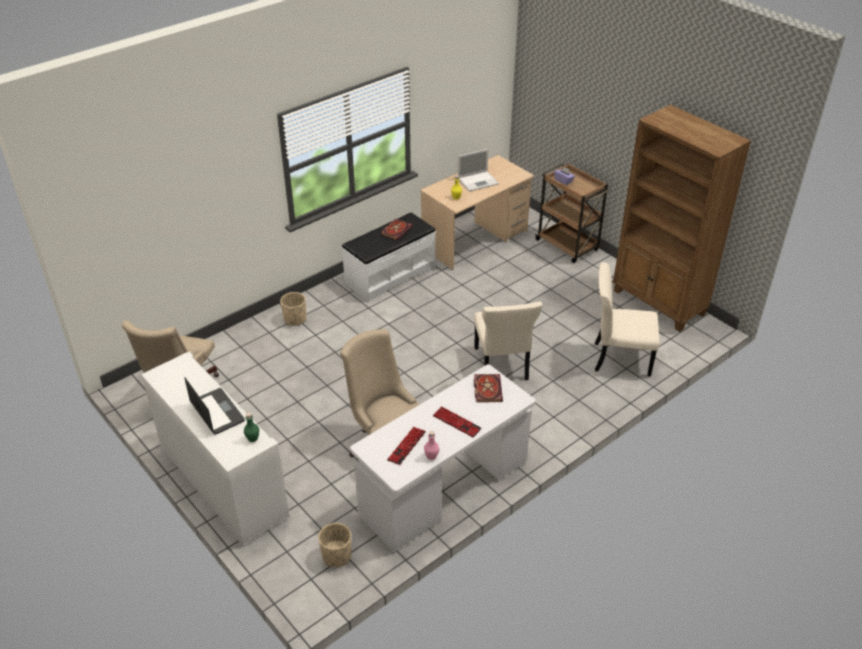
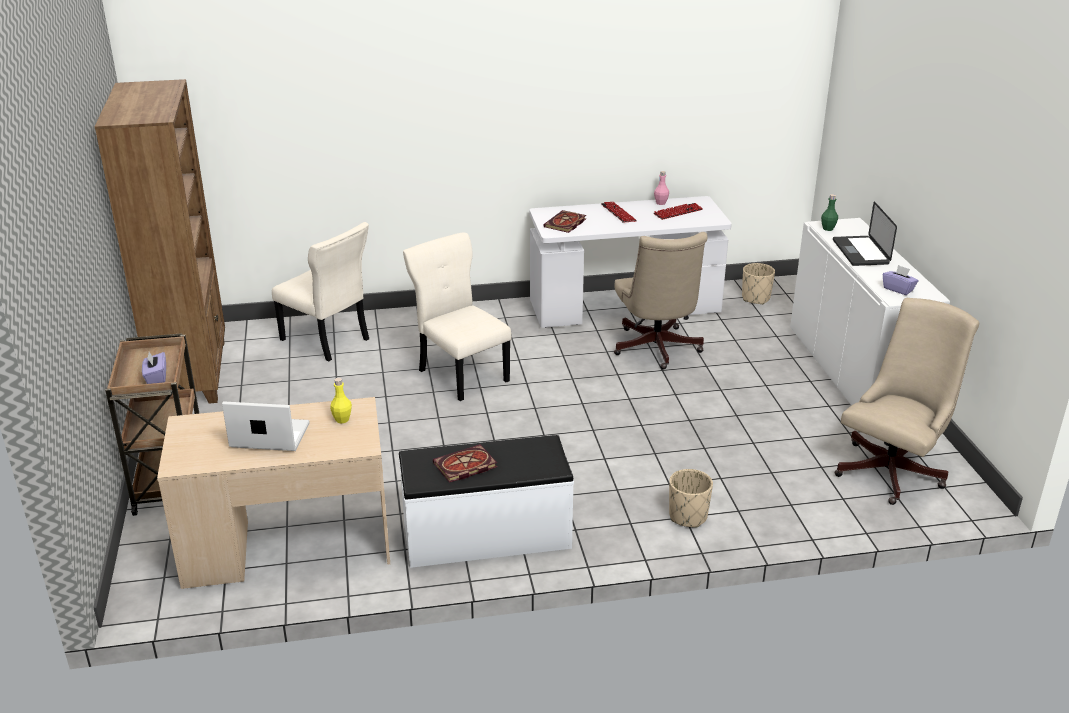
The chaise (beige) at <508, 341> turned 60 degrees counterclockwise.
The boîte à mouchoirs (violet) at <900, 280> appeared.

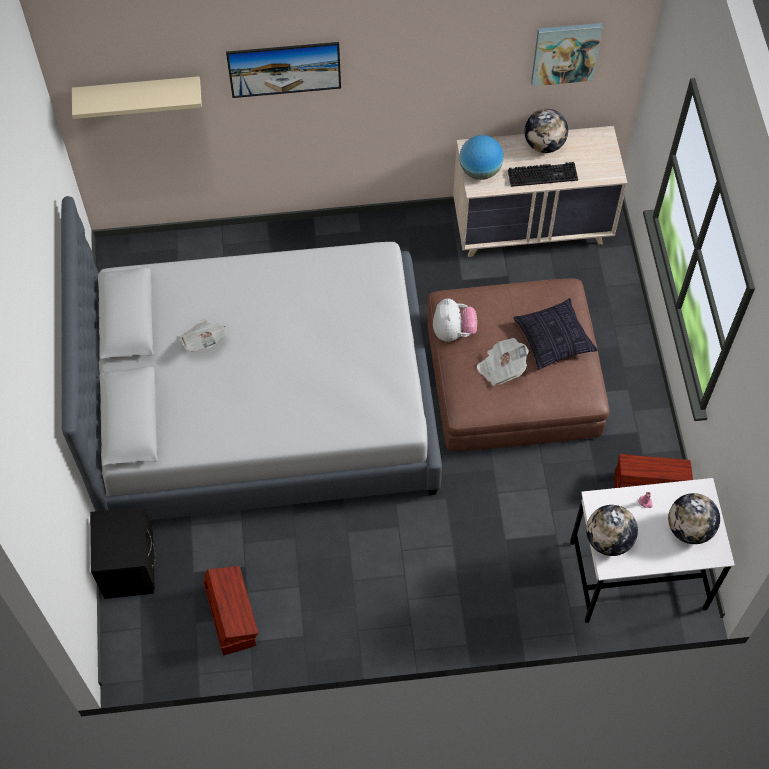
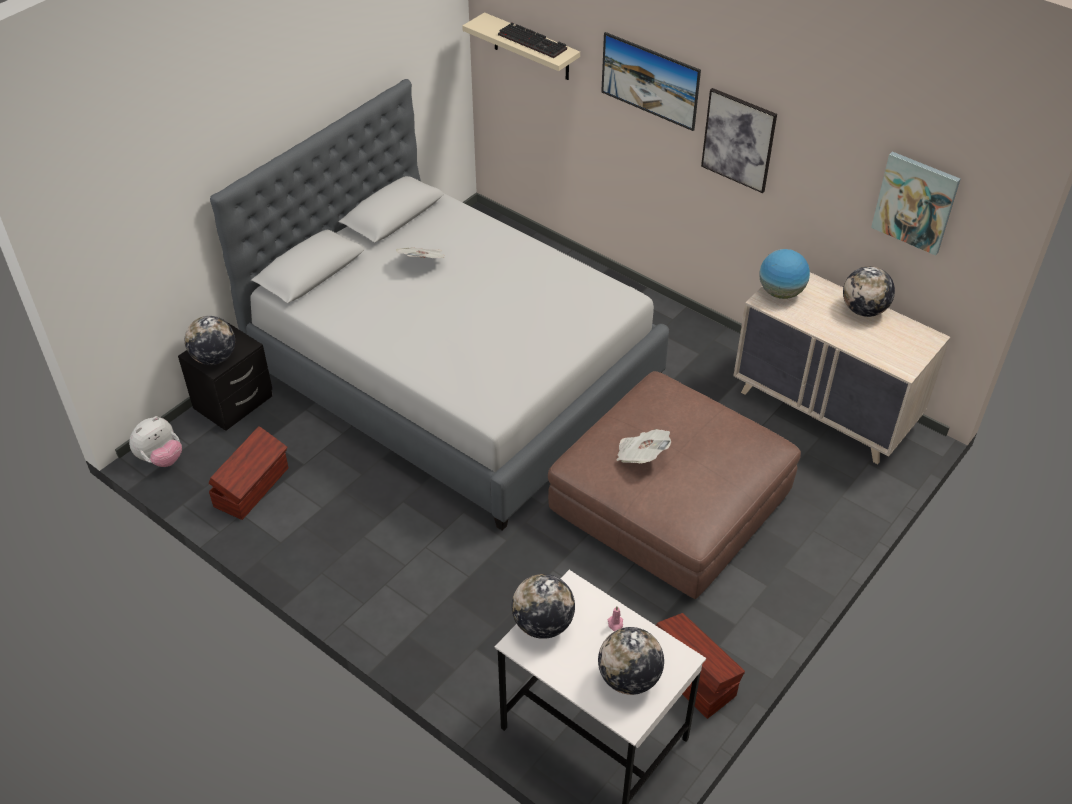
The peluche moved from <455, 320> to <155, 441>.
The globe at <210, 340> appeared.
The clavier moved from <543, 174> to <532, 40>.
The tableau at <739, 140> appeared.
The coussin at <555, 334> disappeared.

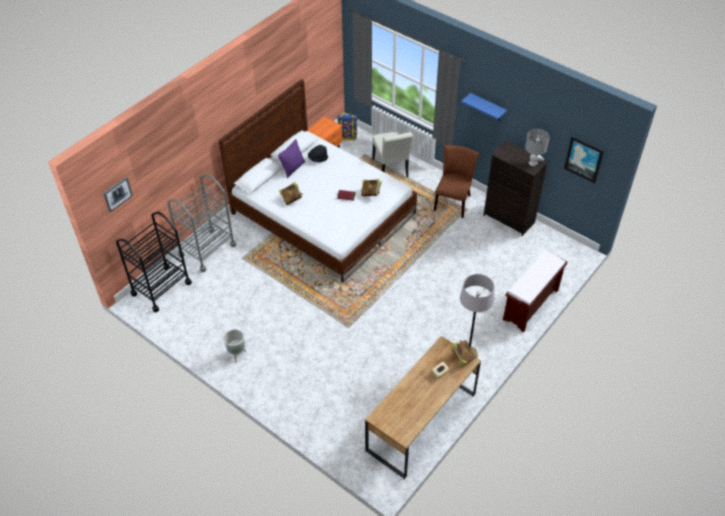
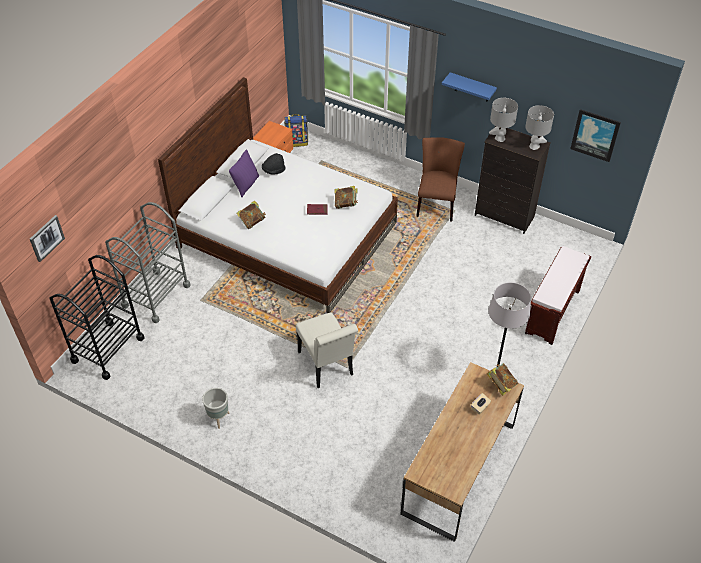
The chaise (blanc) moved from <392, 154> to <327, 350>.
The lampe de table (gris) at <503, 120> appeared.

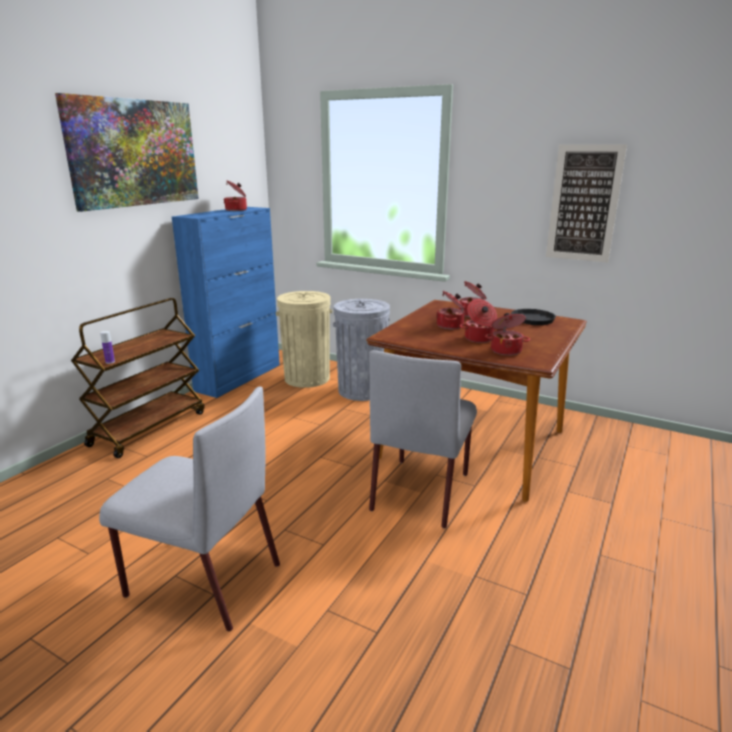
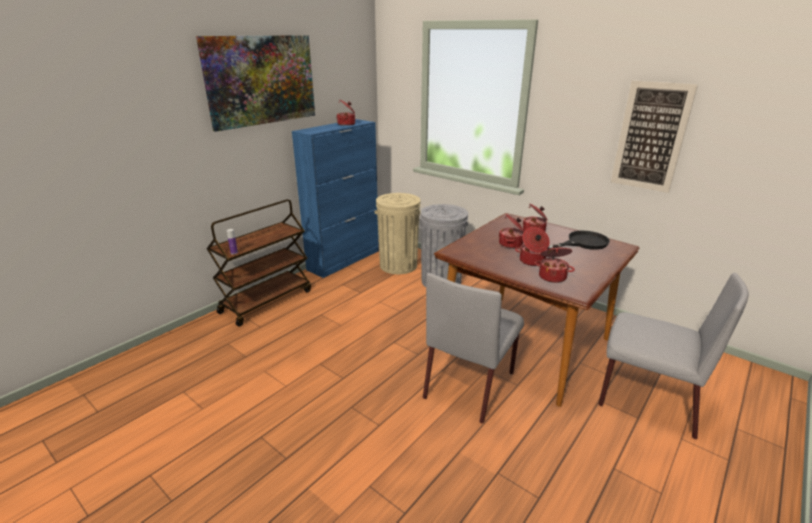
The chaise (gris) moved from <189, 509> to <674, 356>.

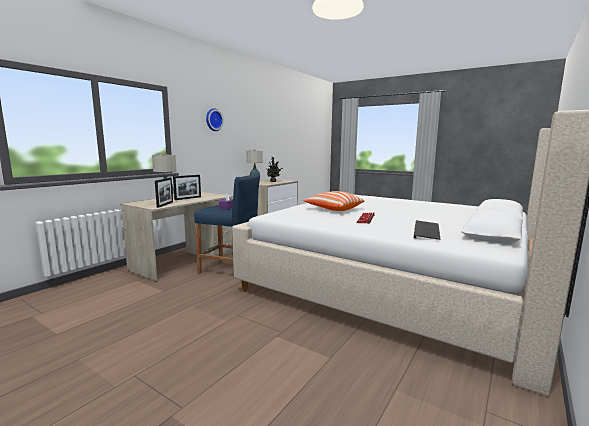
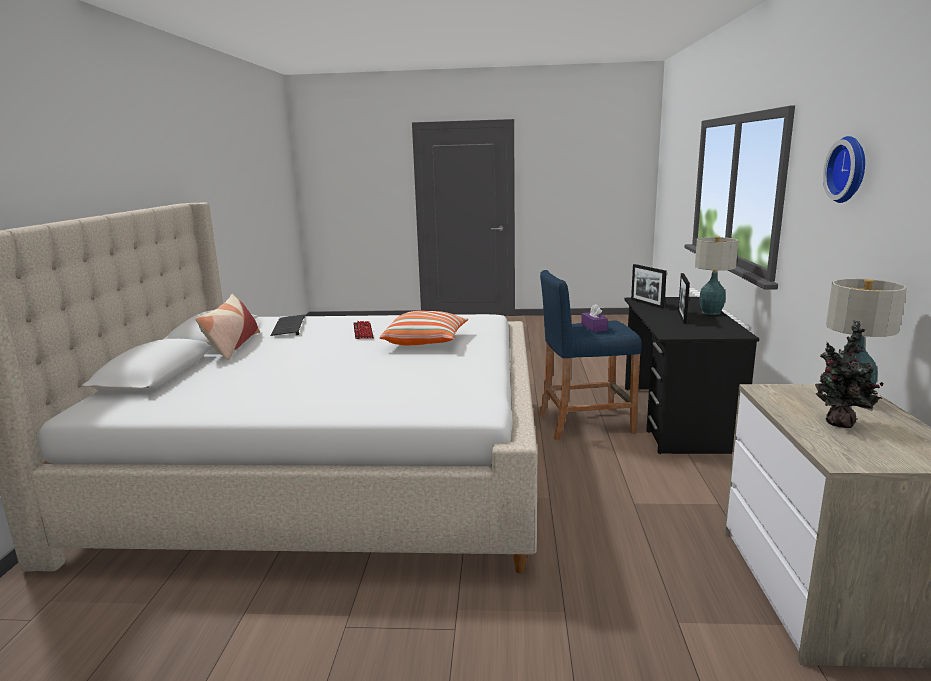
The coussin at <227, 327> appeared.
The bureau (beige) at <176, 236> became the bureau (noir) at <692, 375>.

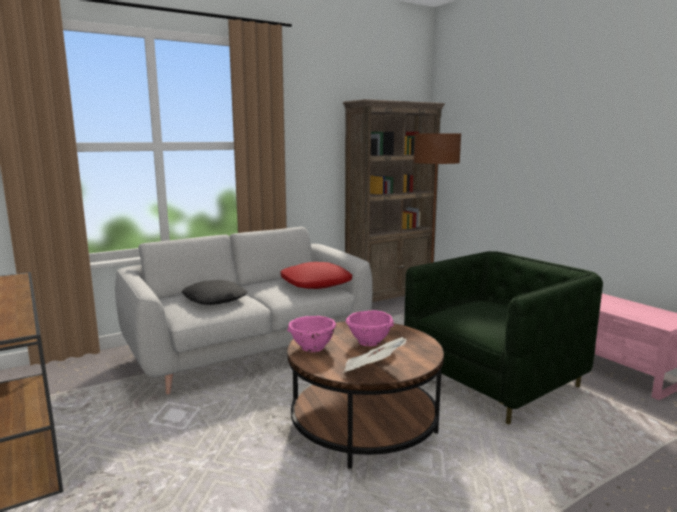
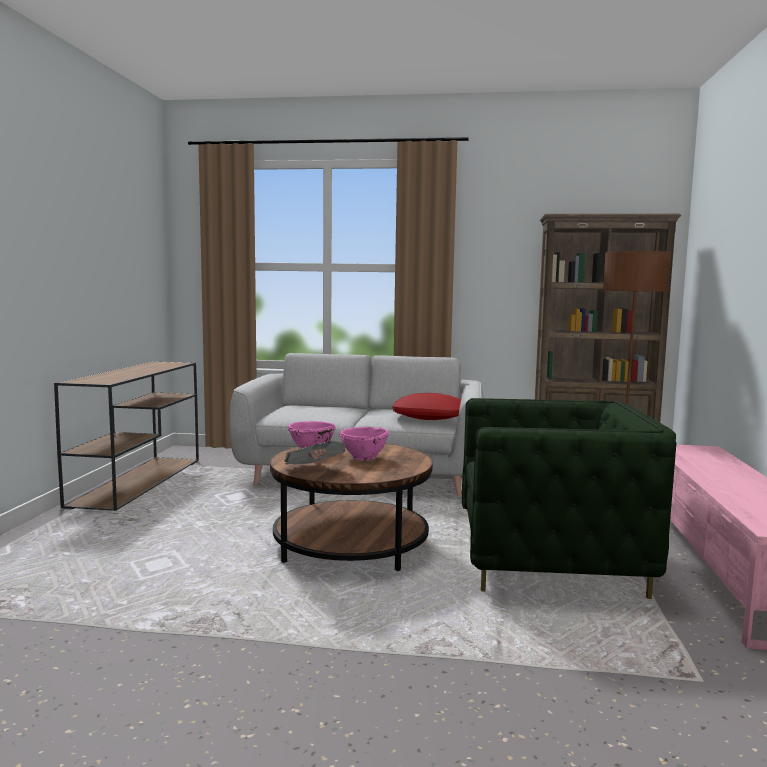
The coussin (noir) at <214, 292> disappeared.

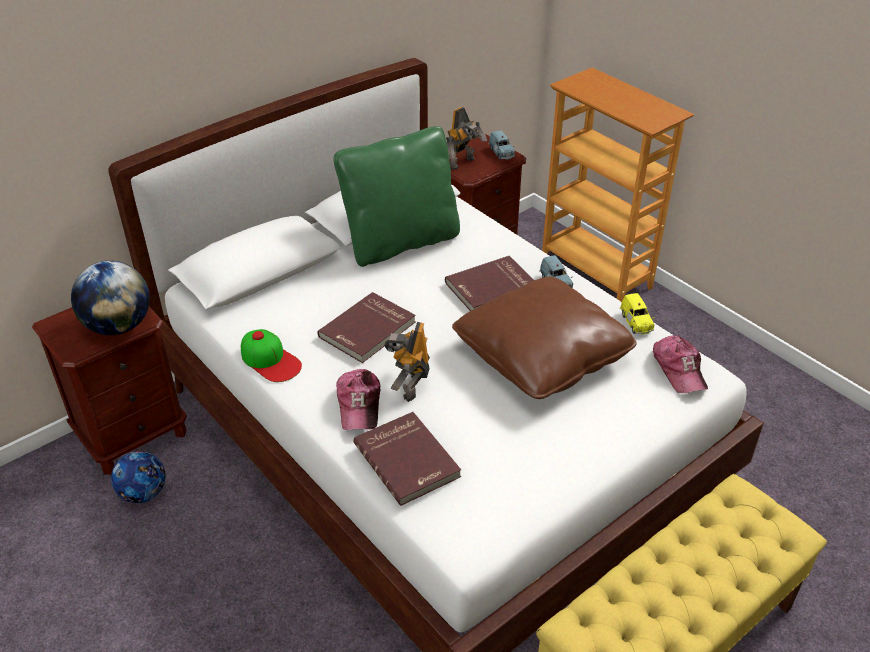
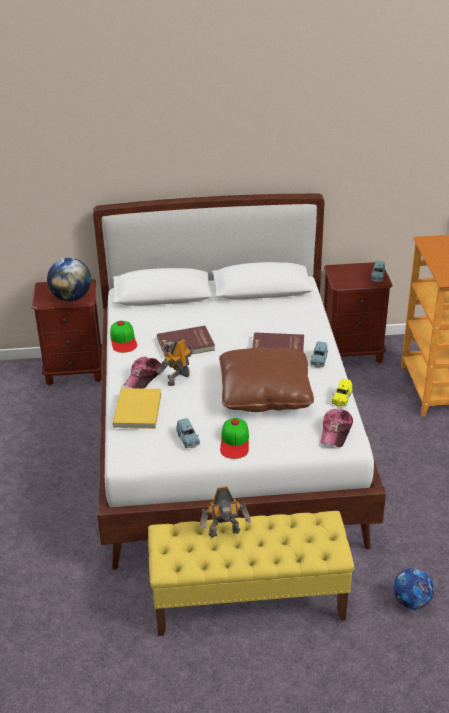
The livre (rouge) at <407, 459> became the livre (jaune) at <137, 408>.
The petite voiture (bleu) at <188, 433> appeared.
The robot jouet moved from <466, 138> to <225, 512>.
The casquette at <234, 438> appeared.
The ballon de foot moved from <138, 477> to <413, 588>.
The coussin (vert) at <397, 196> disappeared.

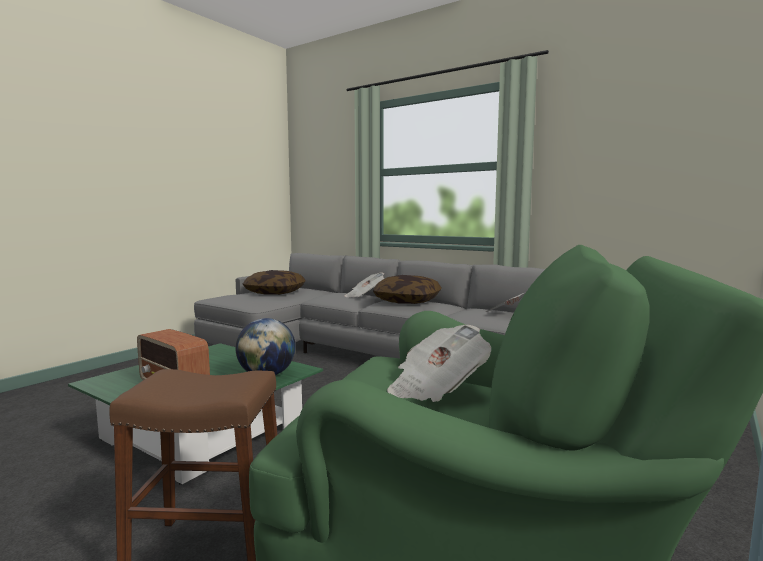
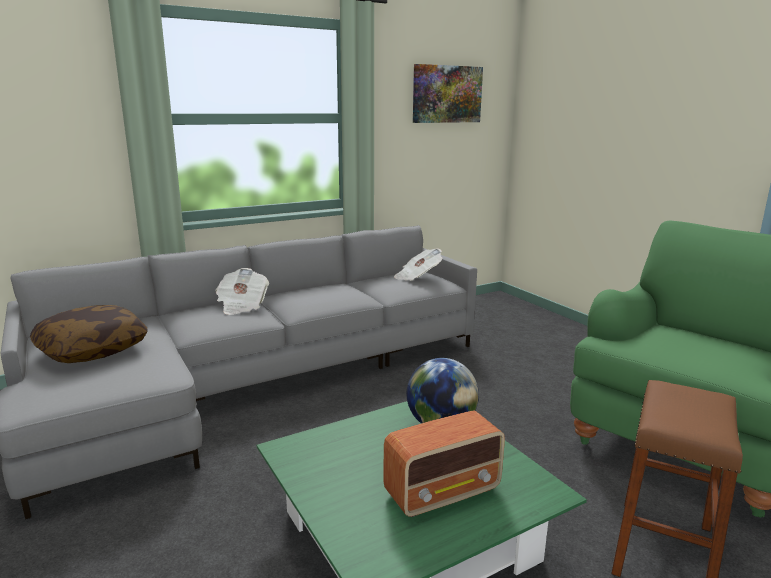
The tableau at <448, 93> appeared.
The coussin at <407, 289> disappeared.
The journal at <439, 363> disappeared.

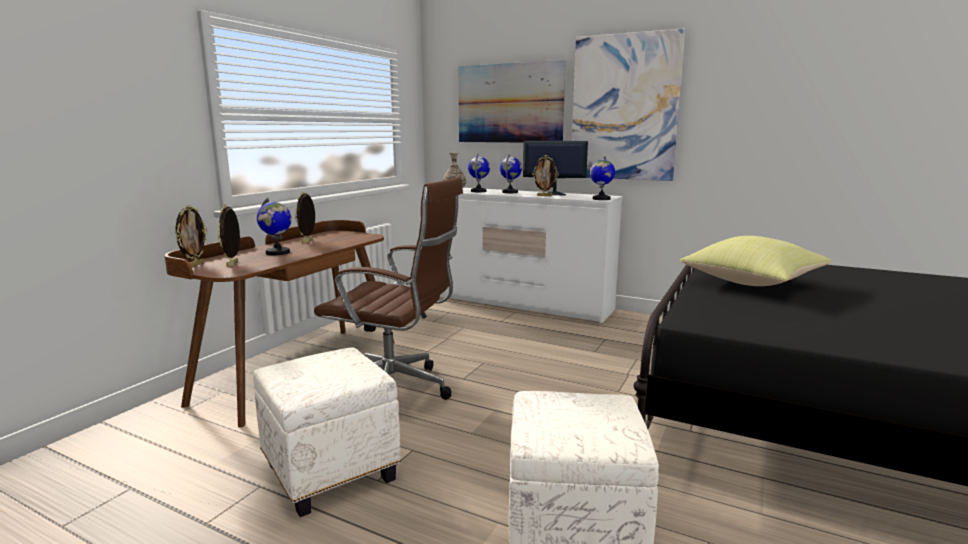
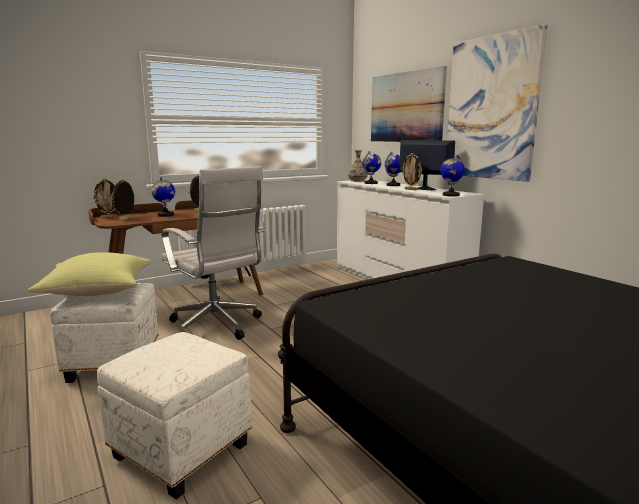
The coussin (jaune) moved from <756, 261> to <89, 274>.
The chaise de bureau (marron) at <388, 288> became the chaise de bureau (blanc) at <213, 253>.

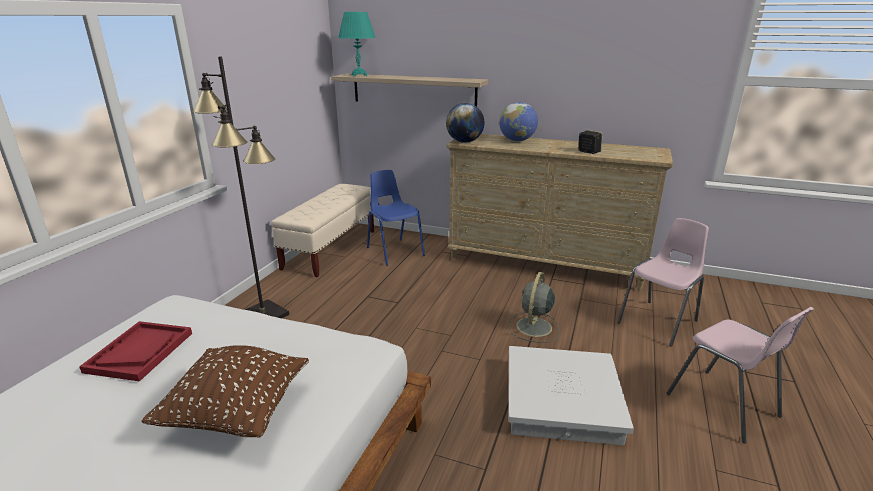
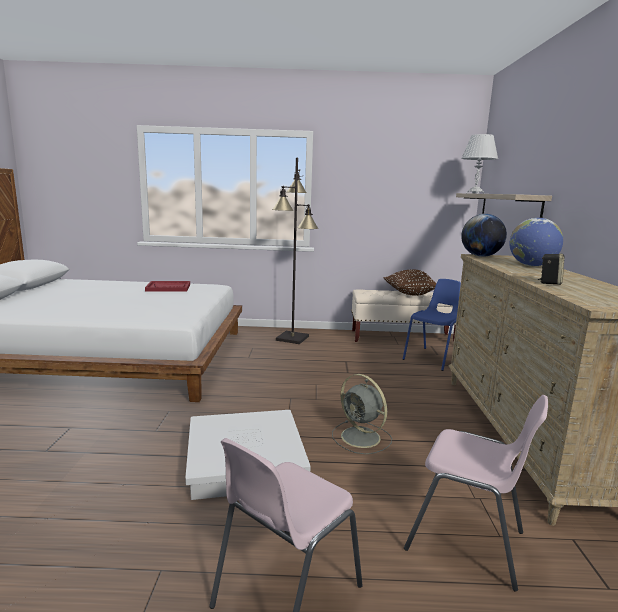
The ventilateur (gris) at <534, 307> turned 135 degrees counterclockwise.
The coussin (marron) moved from <225, 391> to <410, 282>.
The lampe de table (turquoise) at <357, 44> became the lampe de table (blanc) at <479, 164>.

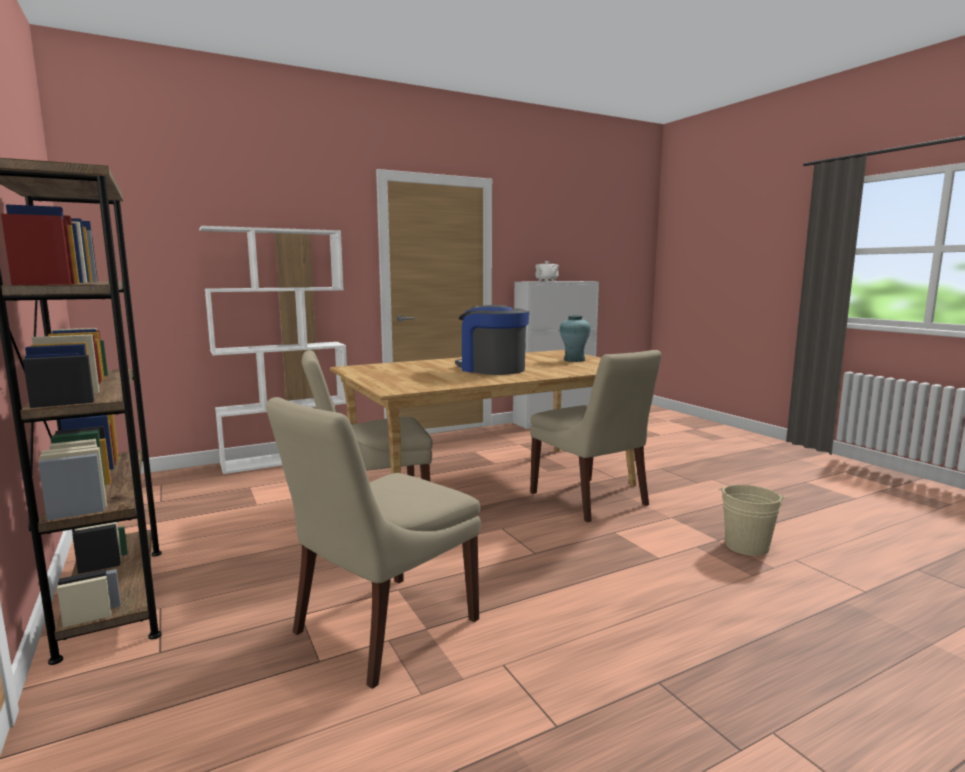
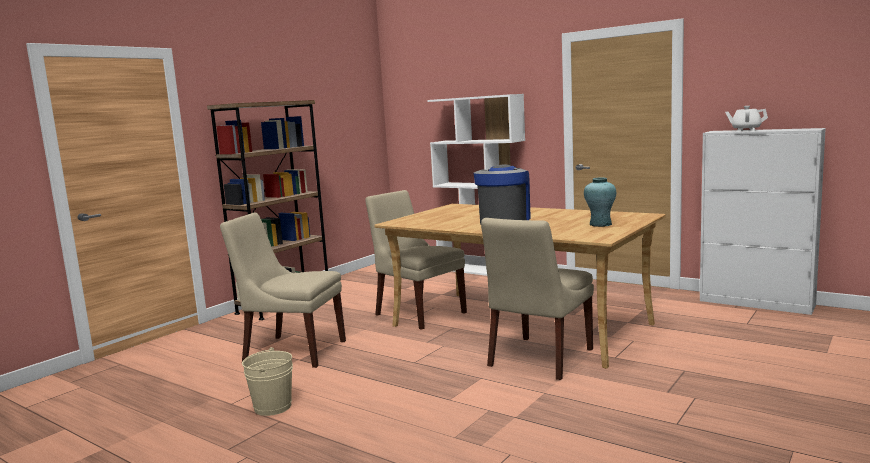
The seau (beige) moved from <753, 520> to <267, 381>.

